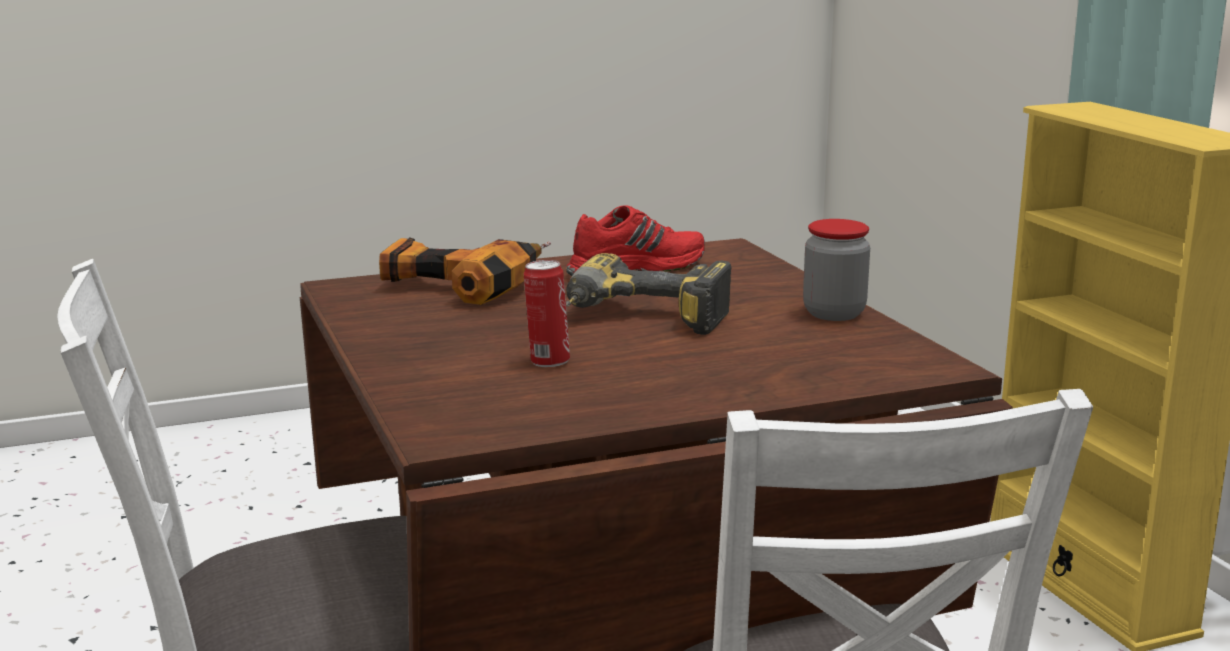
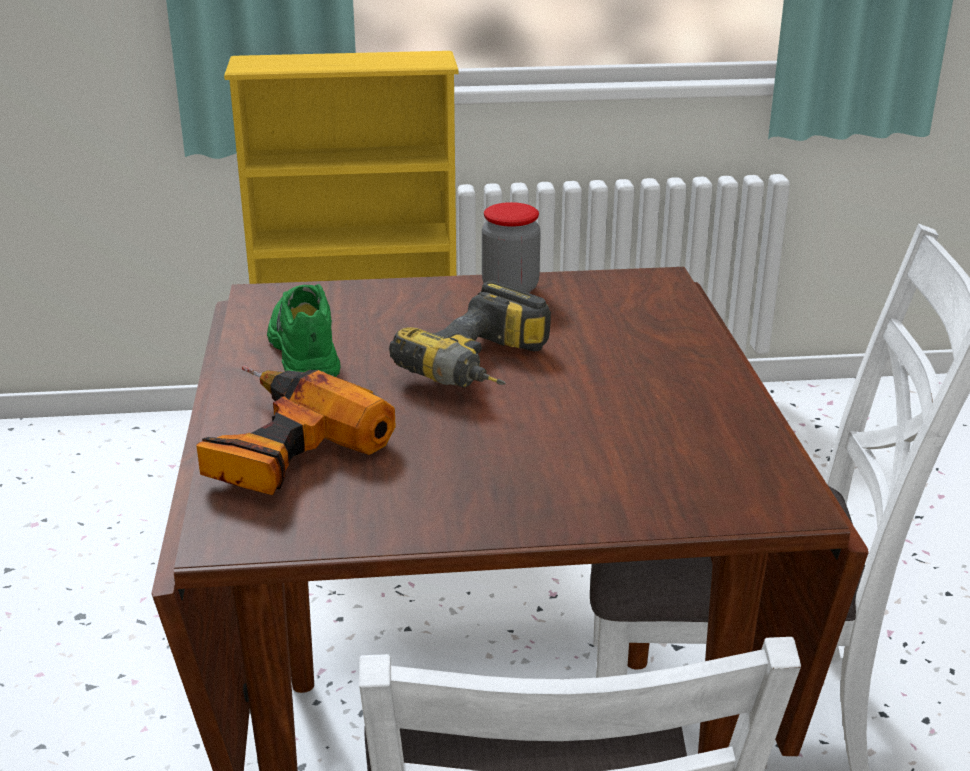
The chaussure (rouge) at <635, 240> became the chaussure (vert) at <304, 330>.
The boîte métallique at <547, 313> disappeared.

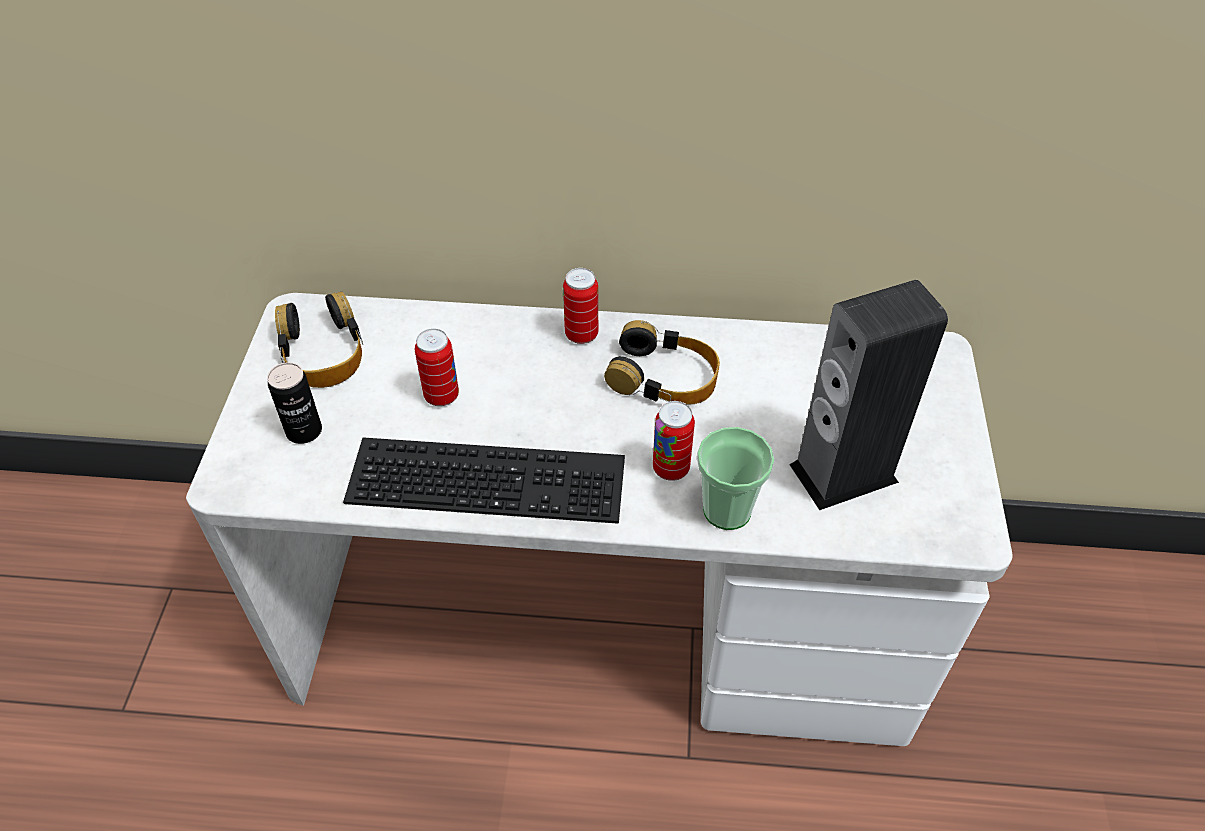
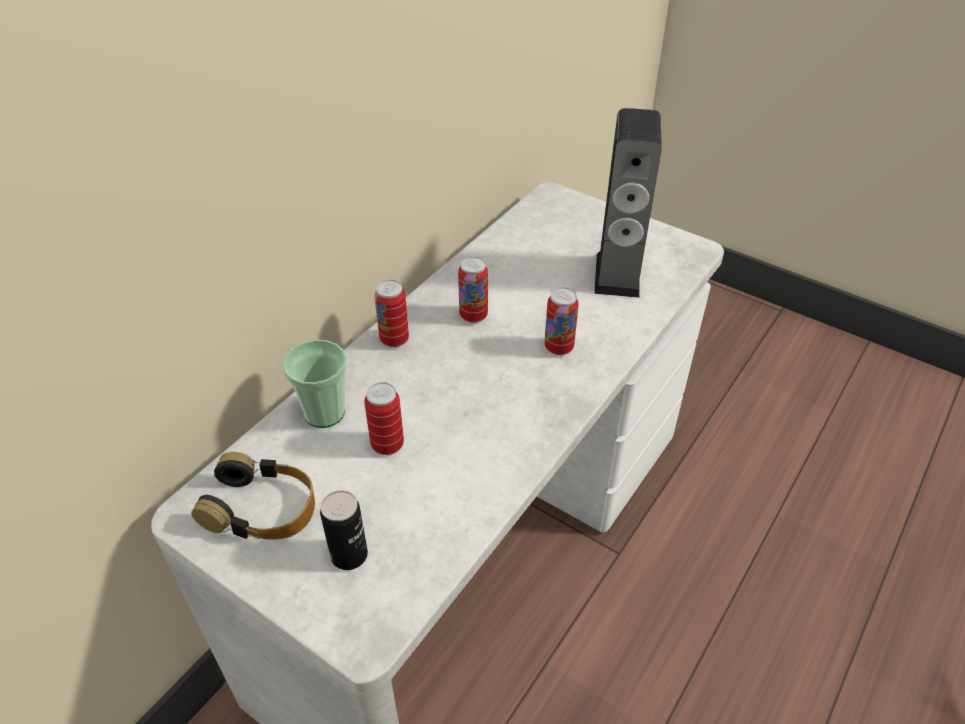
The tasse moved from <736, 478> to <314, 384>.
The casque audio at <662, 362> was replaced by the boîte métallique at <473, 290>.
The clavier at <484, 480> disappeared.

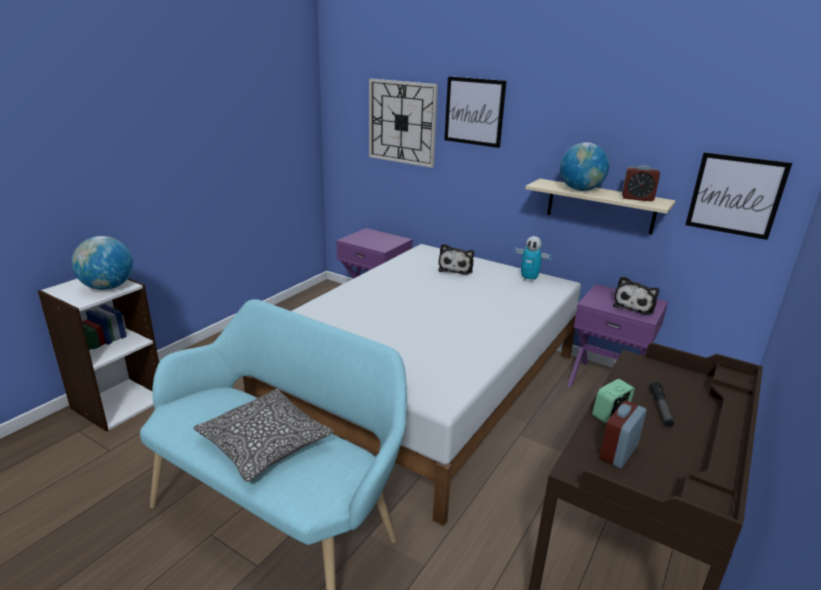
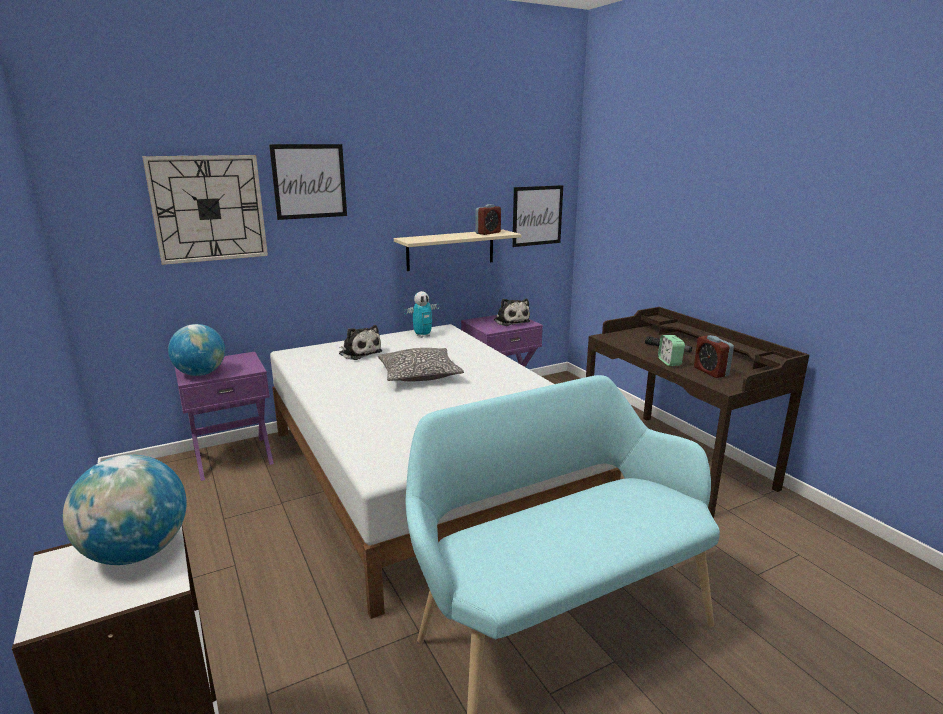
The globe moved from <585, 166> to <196, 350>.
The coussin moved from <263, 435> to <421, 364>.

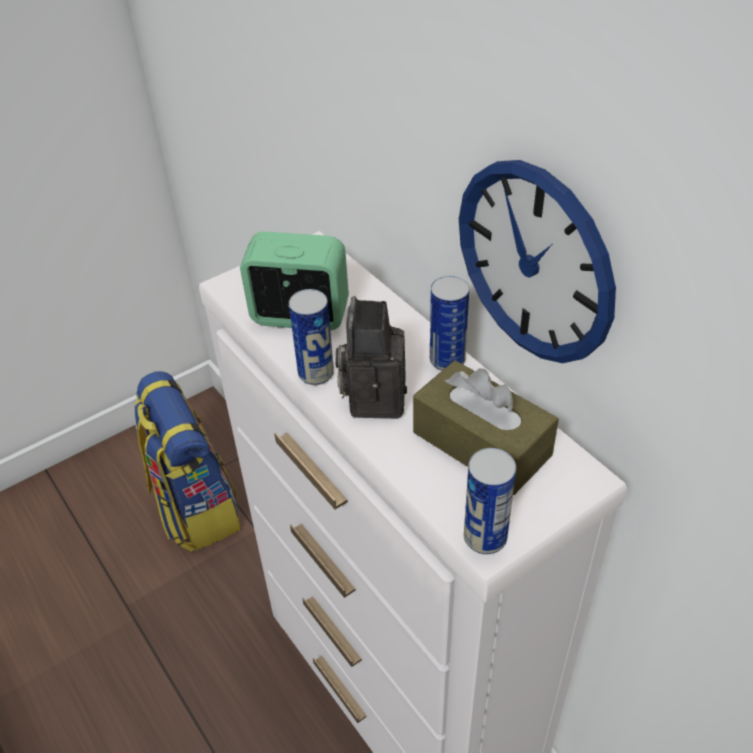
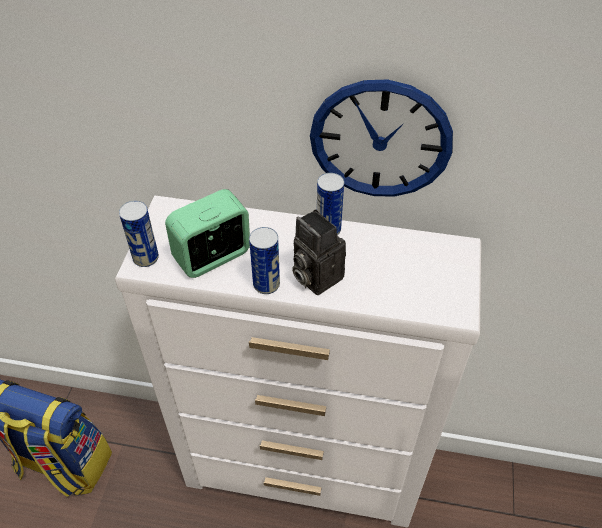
The boîte métallique moved from <490, 501> to <139, 234>.
The boîte à mouchoirs (marron) at <486, 427> disappeared.

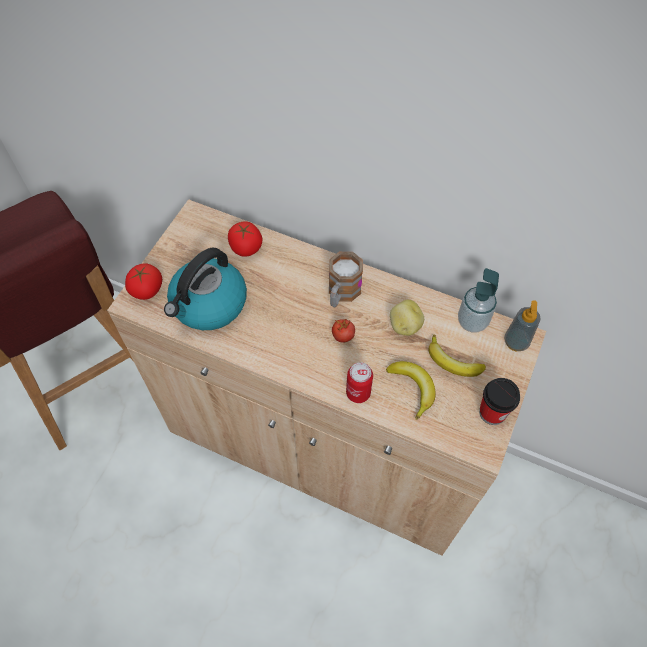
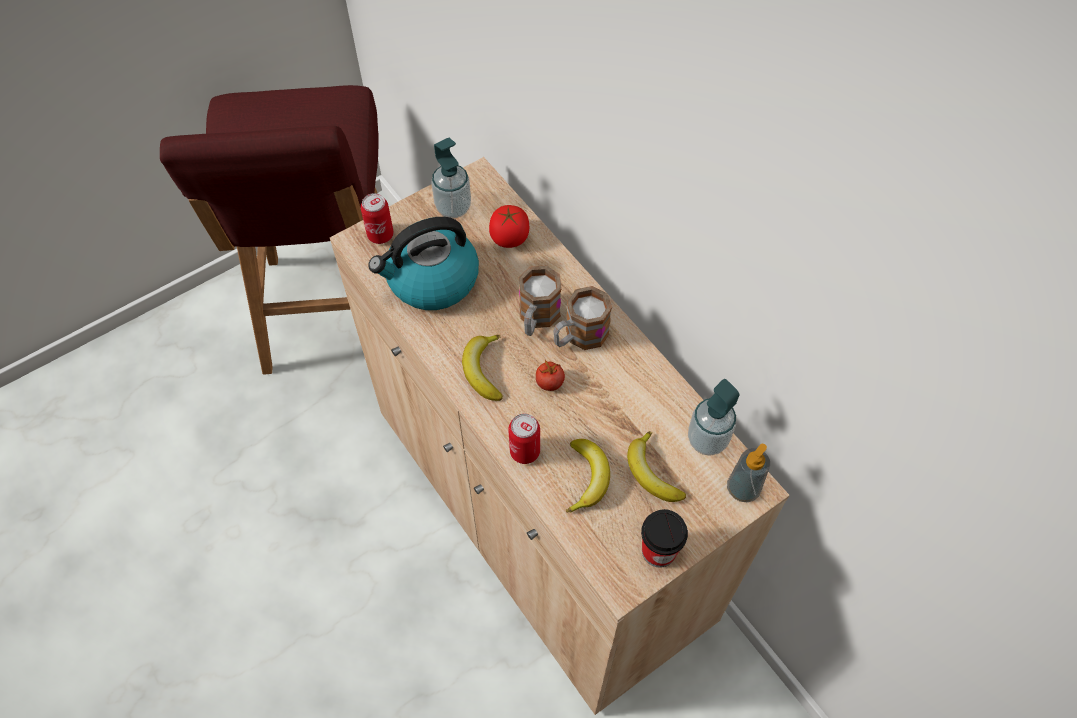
The tomate at <143, 281> was replaced by the boîte métallique at <377, 218>.
The distributeur de savon at <451, 177> appeared.
The banane at <482, 368> appeared.
The mug at <540, 301> appeared.
The pomme de terre at <407, 318> disappeared.

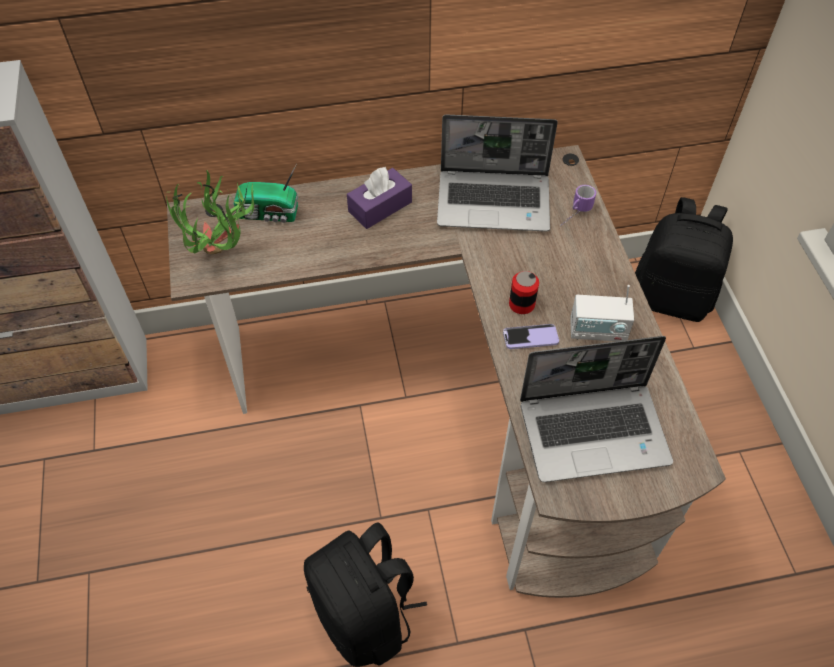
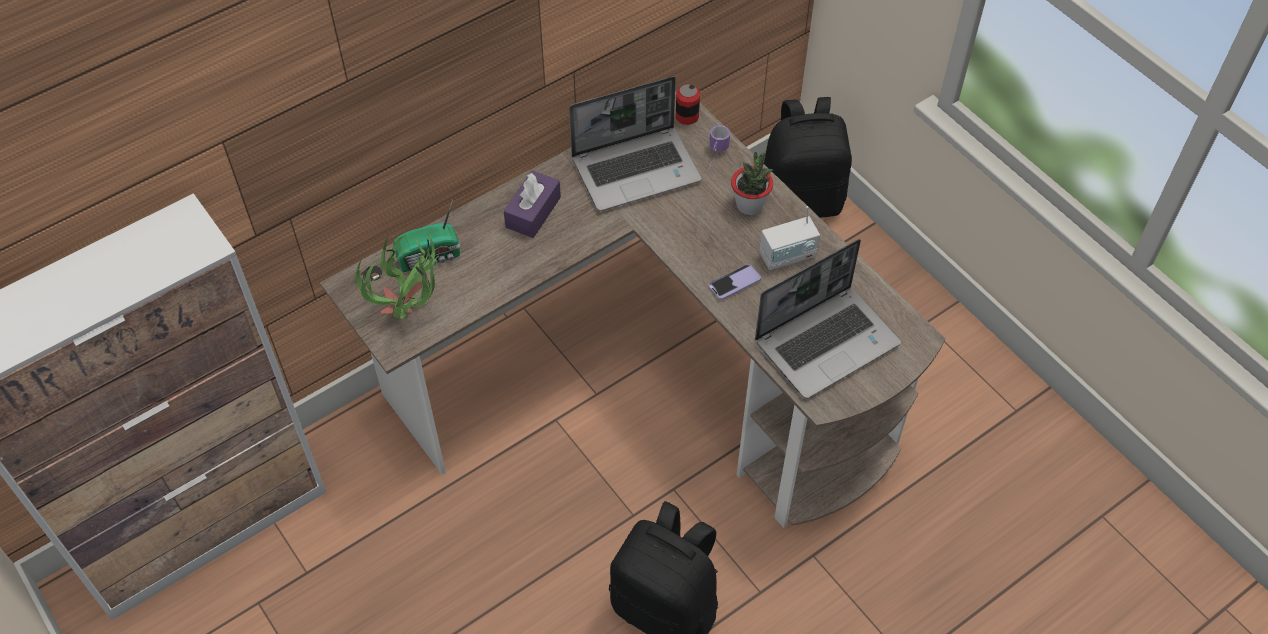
The boîte métallique moved from <524, 292> to <688, 104>.
The plante en pot at <752, 183> appeared.

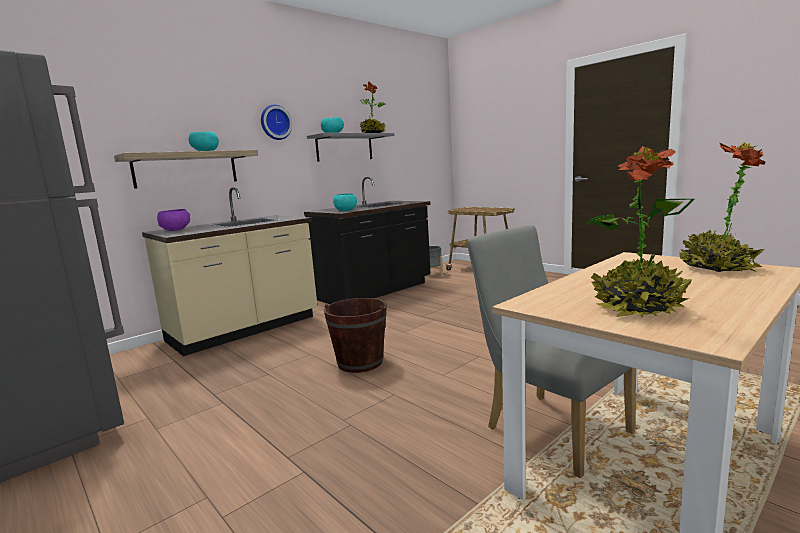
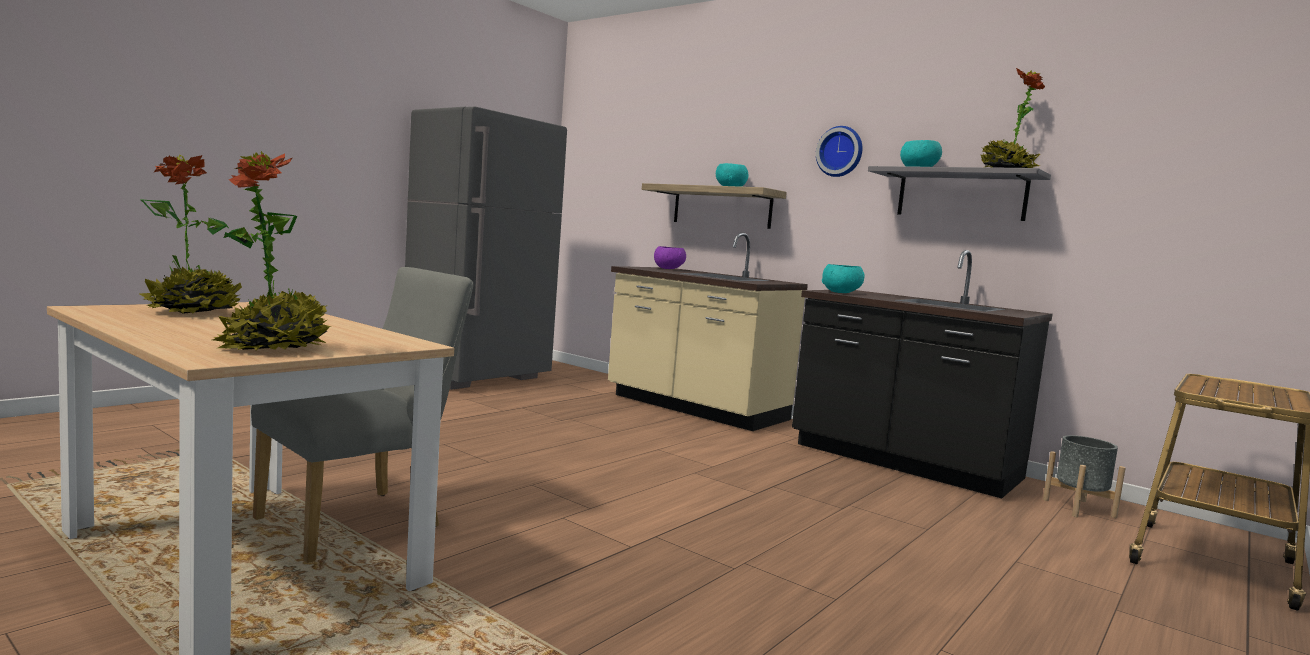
The seau (marron) at <355, 335> disappeared.

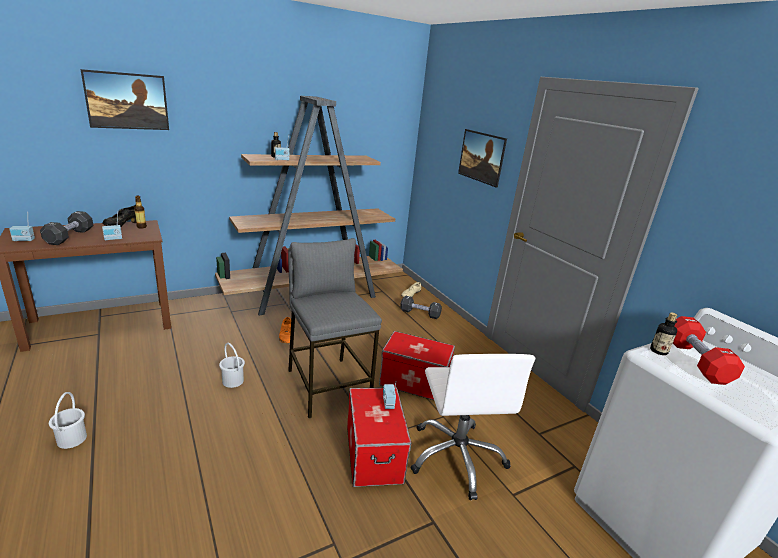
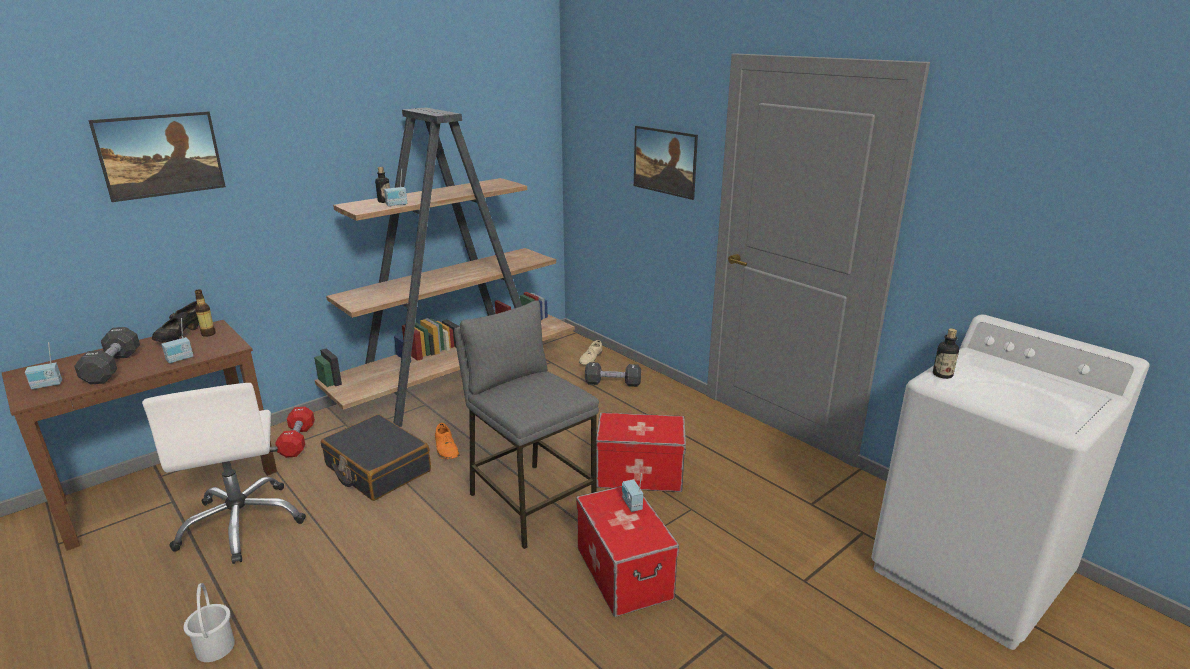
The chaise de bureau (blanc) moved from <472, 427> to <224, 473>.
The haltère (rouge) moved from <709, 350> to <295, 432>.
The valise (noir) at <376, 457> appeared.
The seau (blanc) at <232, 365> disappeared.

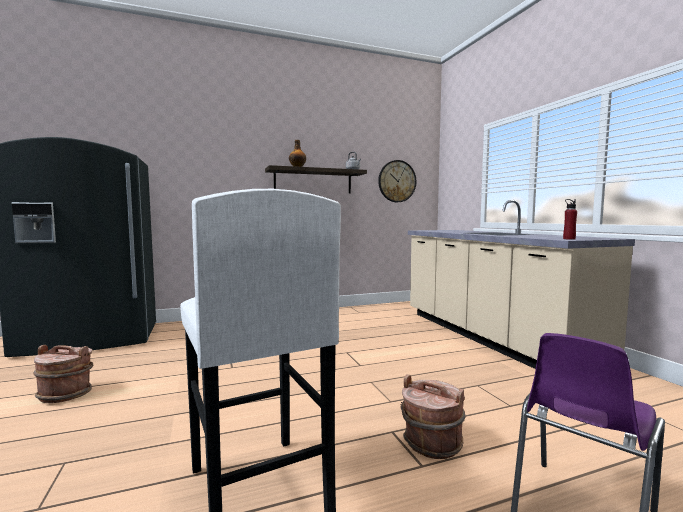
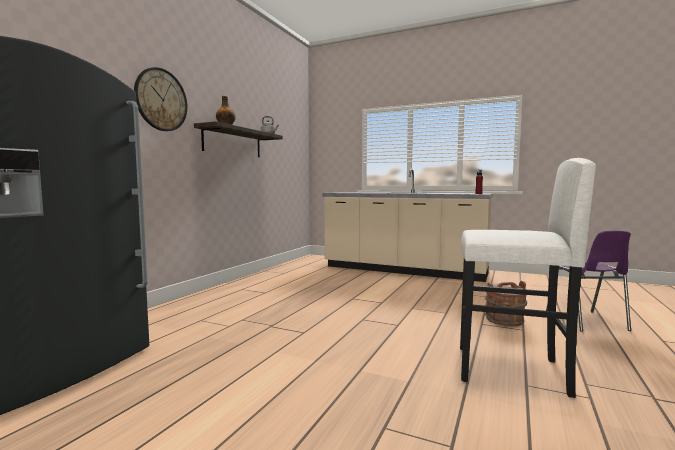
The horloge murale moved from <397, 181> to <161, 99>.
The seau (marron) at <63, 374> disappeared.

